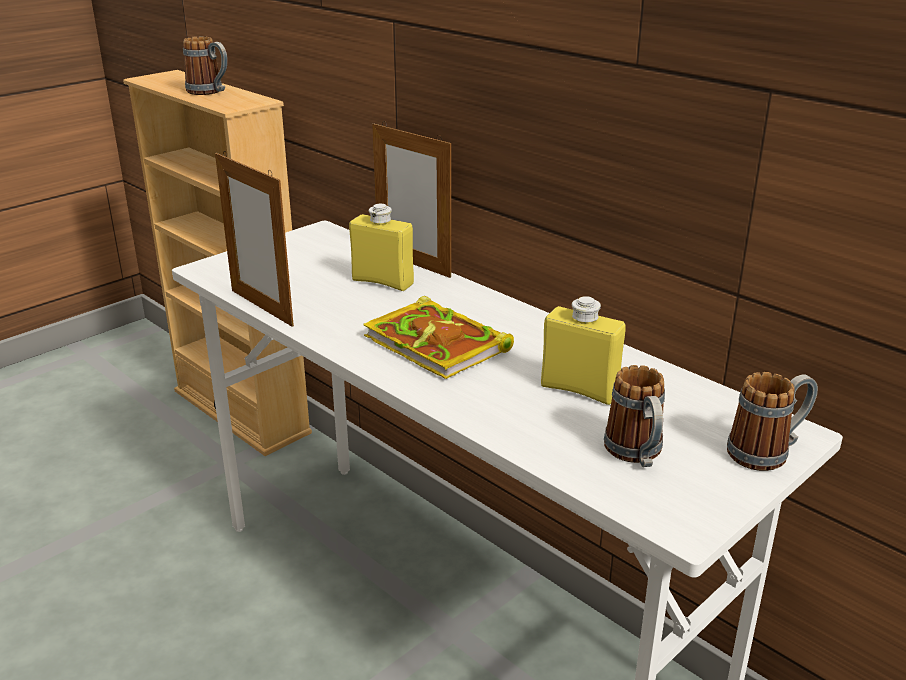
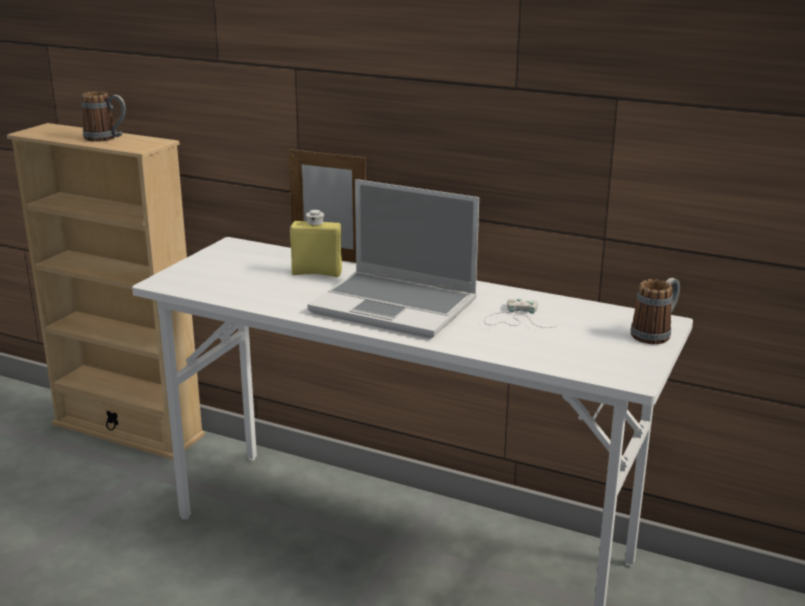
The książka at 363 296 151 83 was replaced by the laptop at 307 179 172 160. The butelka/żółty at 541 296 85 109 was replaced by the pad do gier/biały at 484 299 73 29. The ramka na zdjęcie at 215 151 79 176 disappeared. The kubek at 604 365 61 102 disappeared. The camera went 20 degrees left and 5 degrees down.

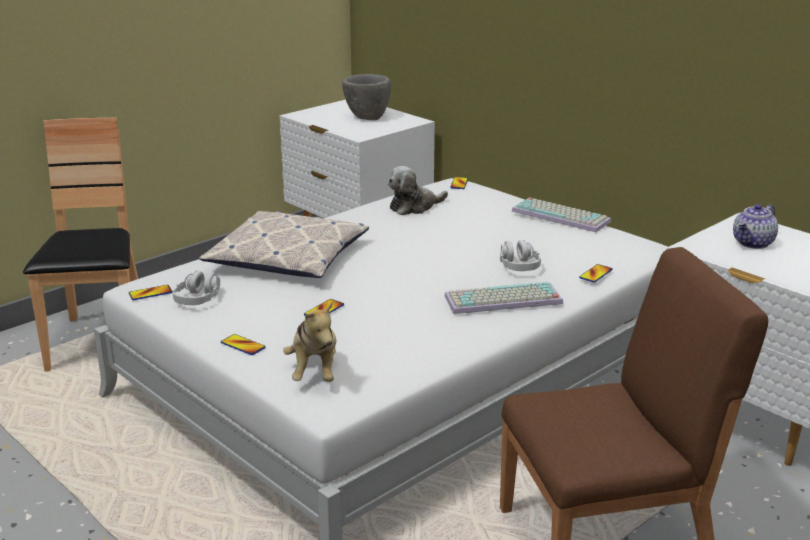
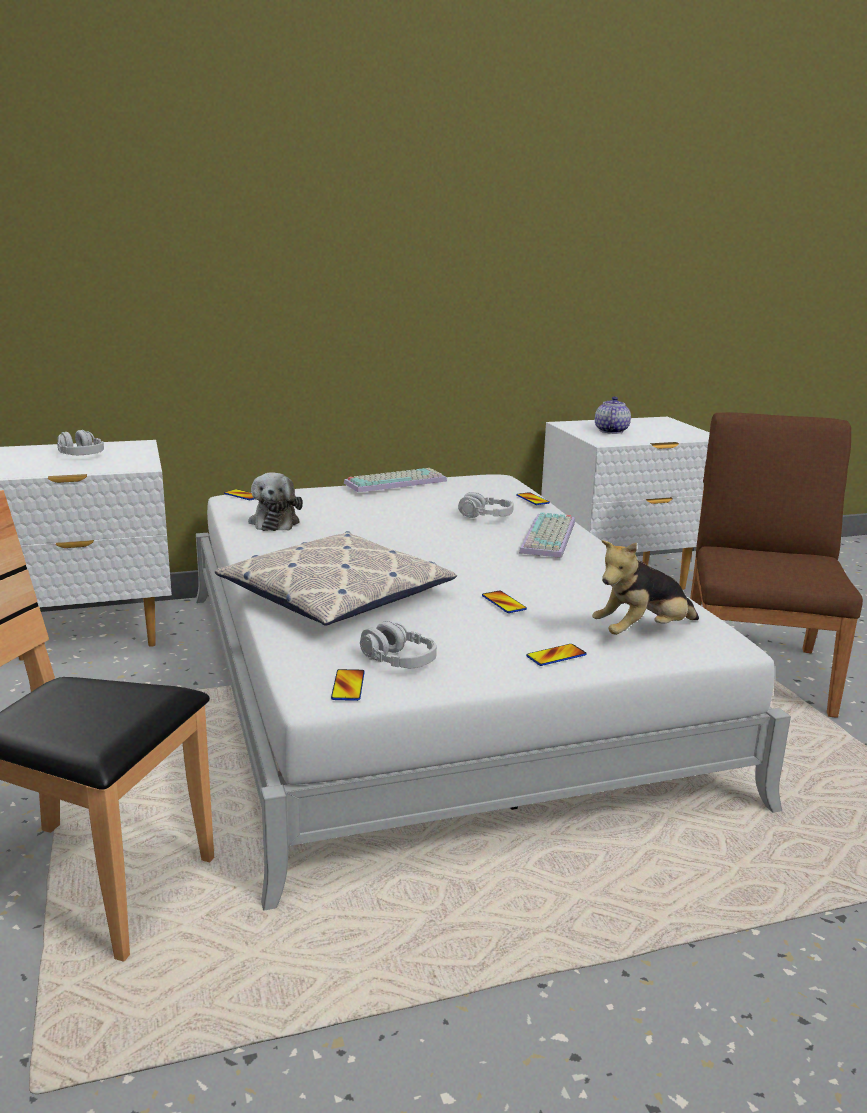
The miska/szary at 342 74 49 46 was replaced by the słuchawki/szary at 57 430 47 25. The pluszak at 283 301 53 81 turned 135 degrees clockwise. The imbryk at 733 204 45 45 turned 150 degrees counterclockwise. The camera went 65 degrees left and 5 degrees down.

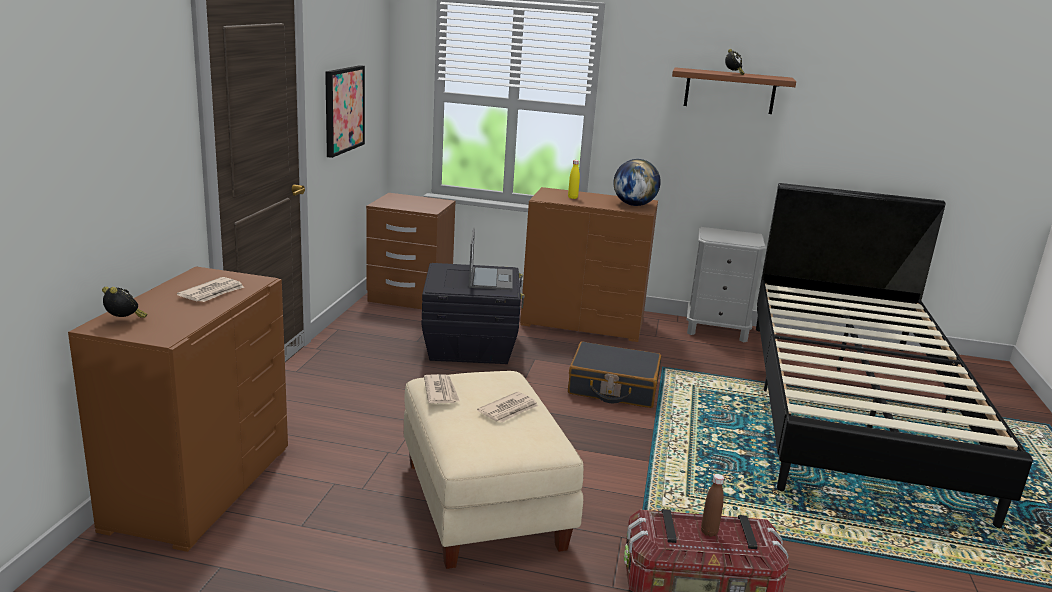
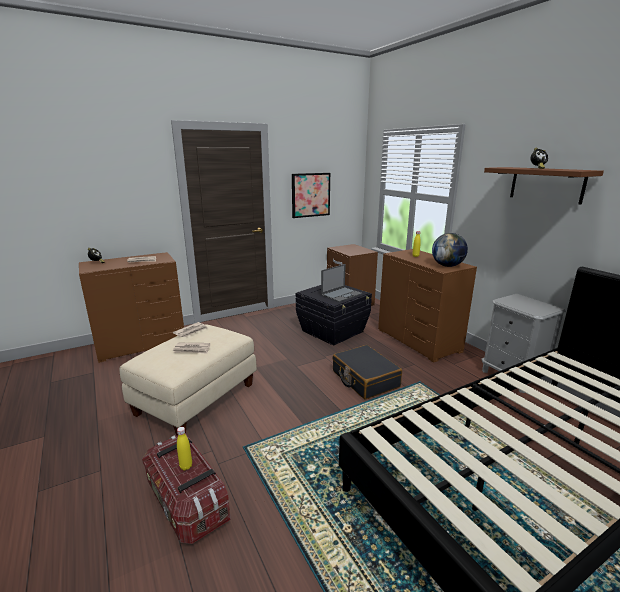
The butelka/brązowy at 701 474 23 63 became the butelka/żółty at 177 427 15 43. The camera went 50 degrees right and 0 degrees up.

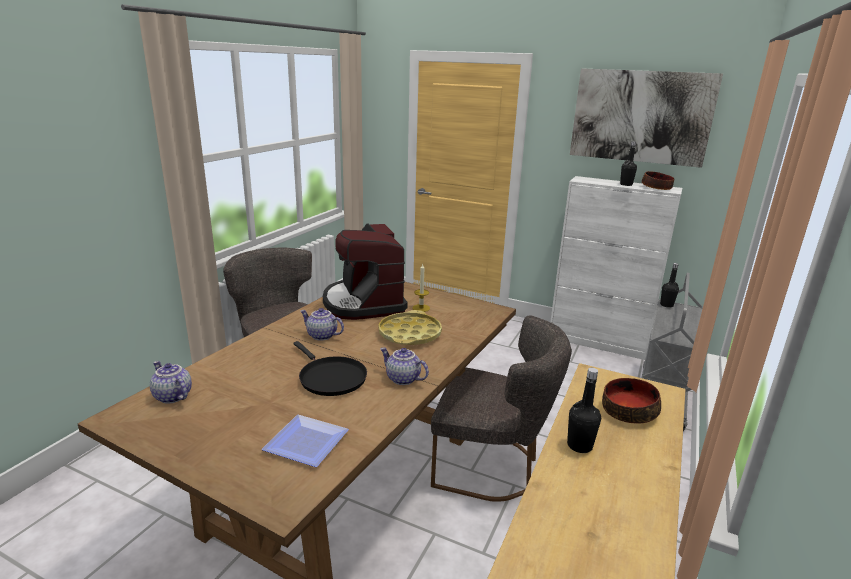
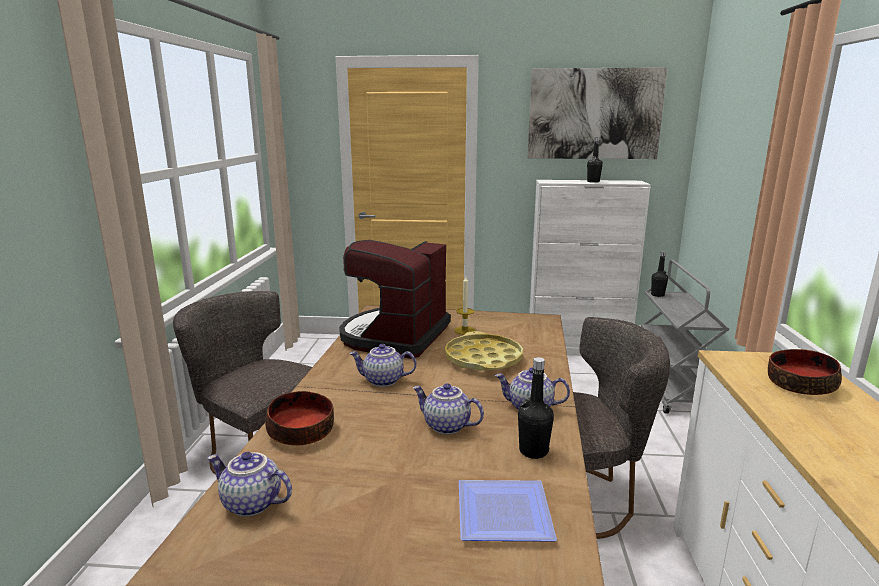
The miska moved from 642 171 32 19 to 265 391 69 55. The ekspres do kawy at 323 224 85 96 turned 60 degrees clockwise. The patelnia/czarny at 293 341 74 55 was replaced by the imbryk at 413 383 71 52. The butelka/czarny moved from 567 368 34 85 to 518 357 36 102. The camera went 20 degrees left and 5 degrees down.

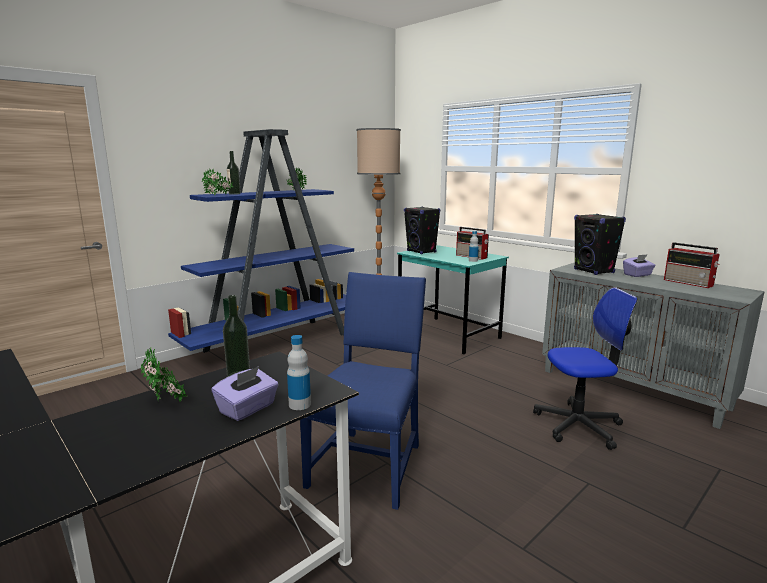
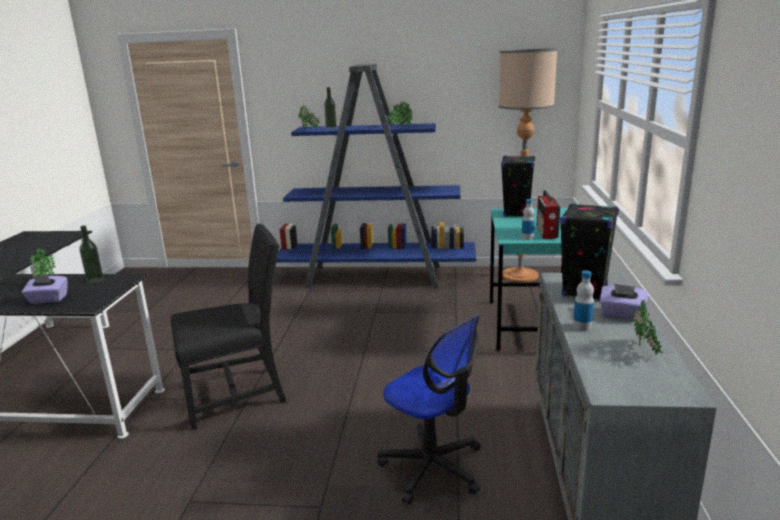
The krzesło/niebieski at 300 272 126 238 became the krzesło/czarny at 171 224 116 206. The butelka moved from 287 335 24 75 to 573 270 21 61. The radio at 664 242 56 46 was replaced by the roślina doniczkowa at 632 299 31 56. The camera went 50 degrees right and 5 degrees up.

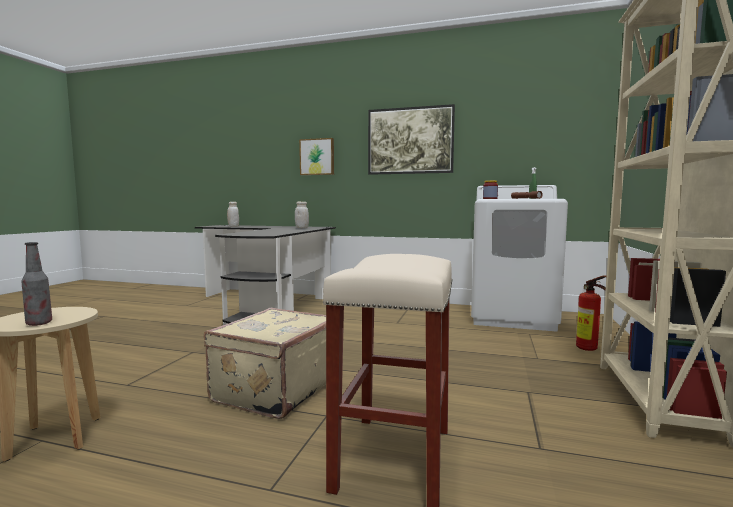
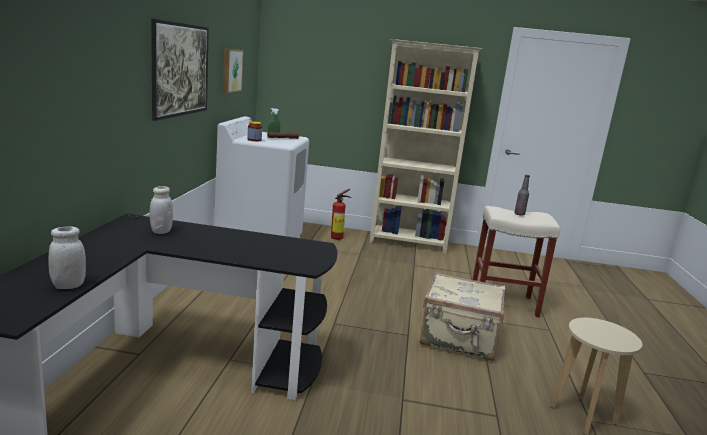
The obraz moved from 299 138 35 37 to 223 49 21 44. The butelka moved from 21 242 31 84 to 514 175 16 41. The camera went 100 degrees left and 10 degrees up.

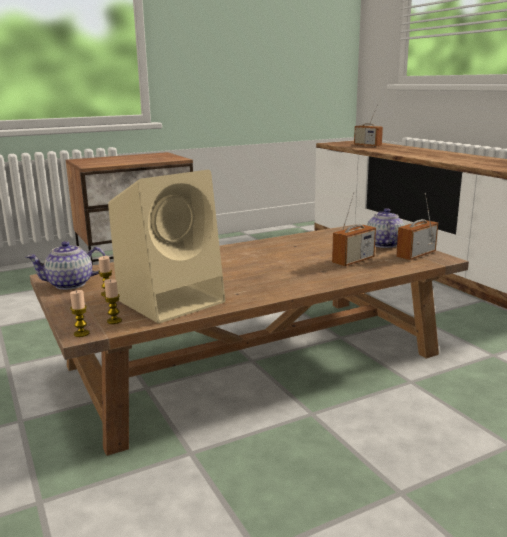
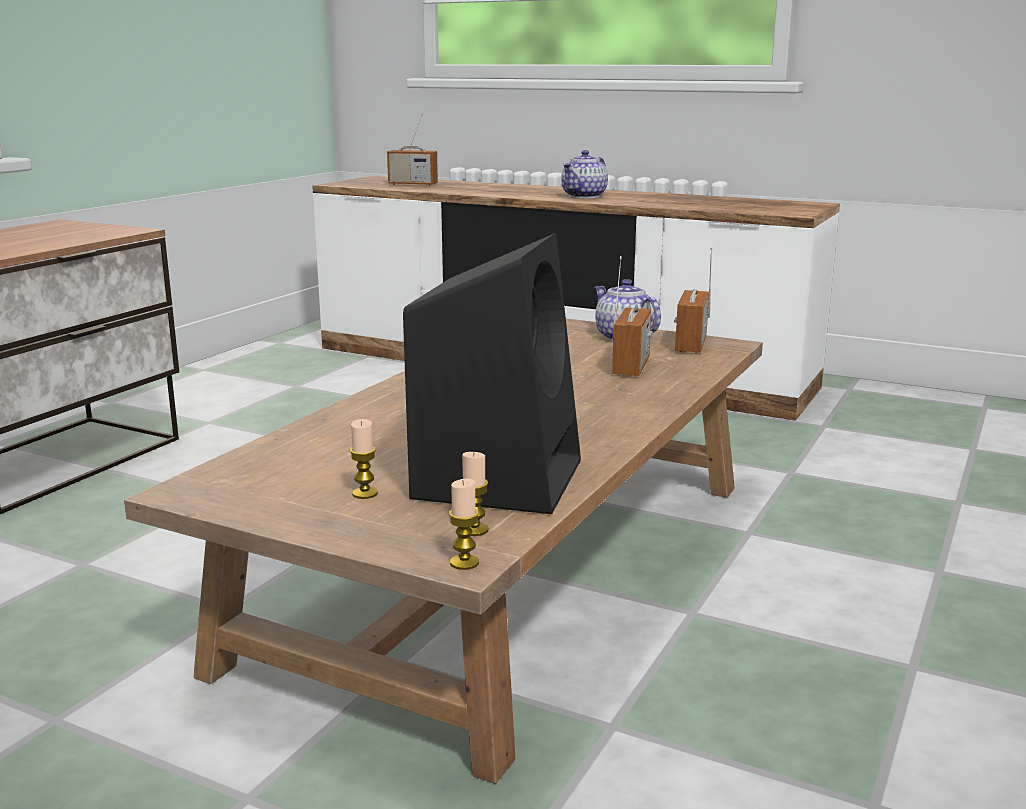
The głośnik/beżowy at 108 170 117 153 became the głośnik/czarny at 403 233 178 281. The imbryk moved from 26 241 80 49 to 561 150 47 48. The camera went 35 degrees left and 0 degrees up.

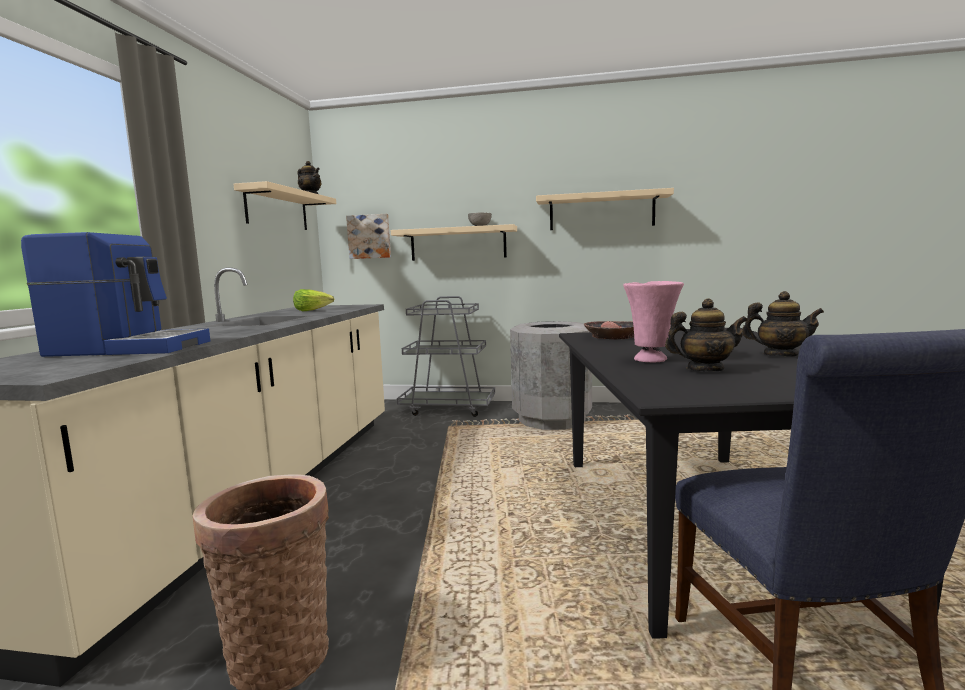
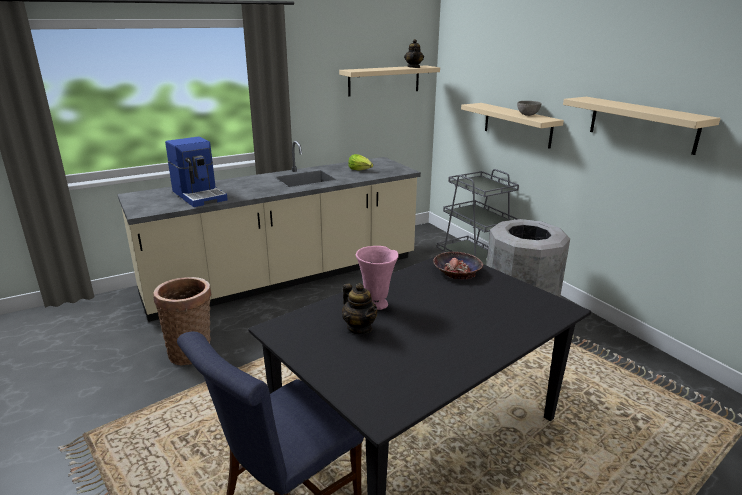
The obraz at 346 214 45 45 disappeared. The imbryk at 742 291 82 66 disappeared. The camera went 50 degrees right and 15 degrees up.

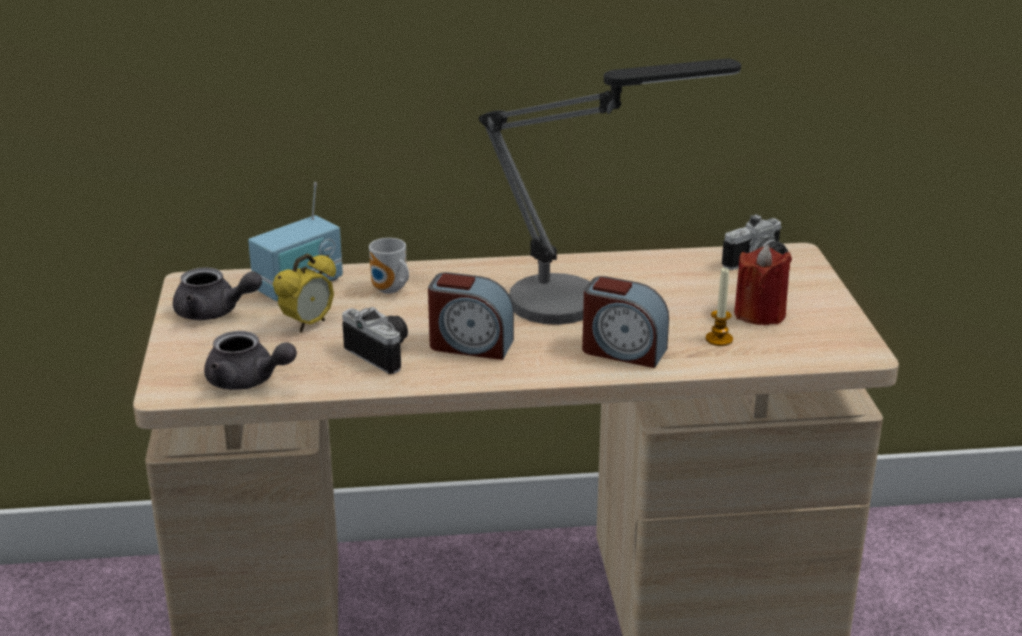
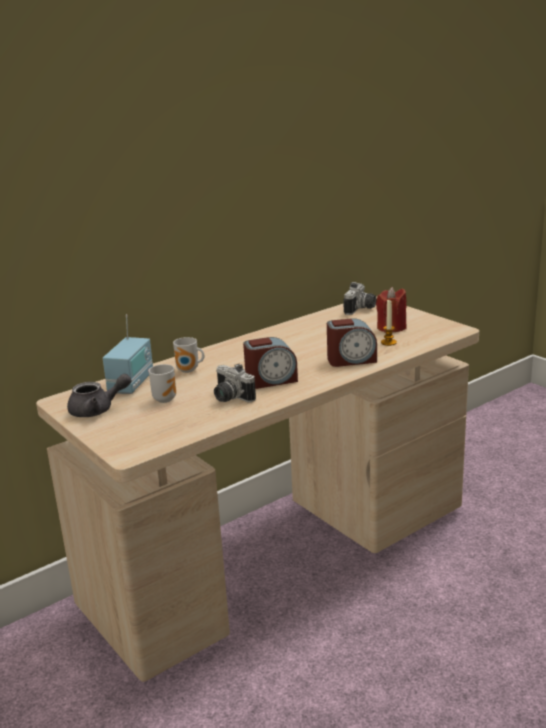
The budzik at 273 254 63 79 was replaced by the kubek at 149 364 27 39. The aparat fotograficzny at 342 307 66 67 turned 150 degrees counterclockwise. The imbryk/szary at 204 331 93 59 disappeared. The lampa stołowa at 479 58 262 267 disappeared. The camera went 30 degrees left and 5 degrees down.

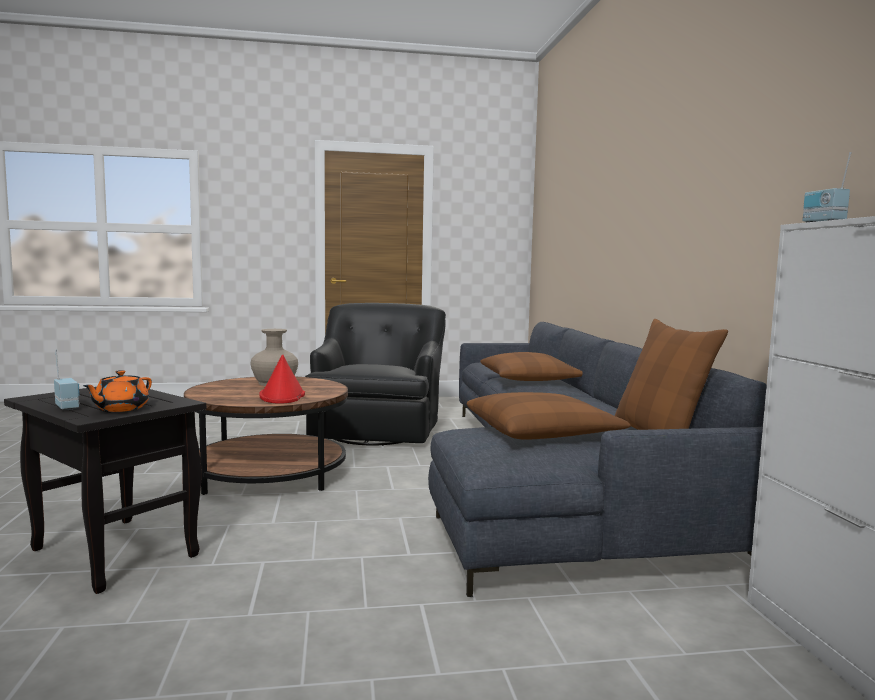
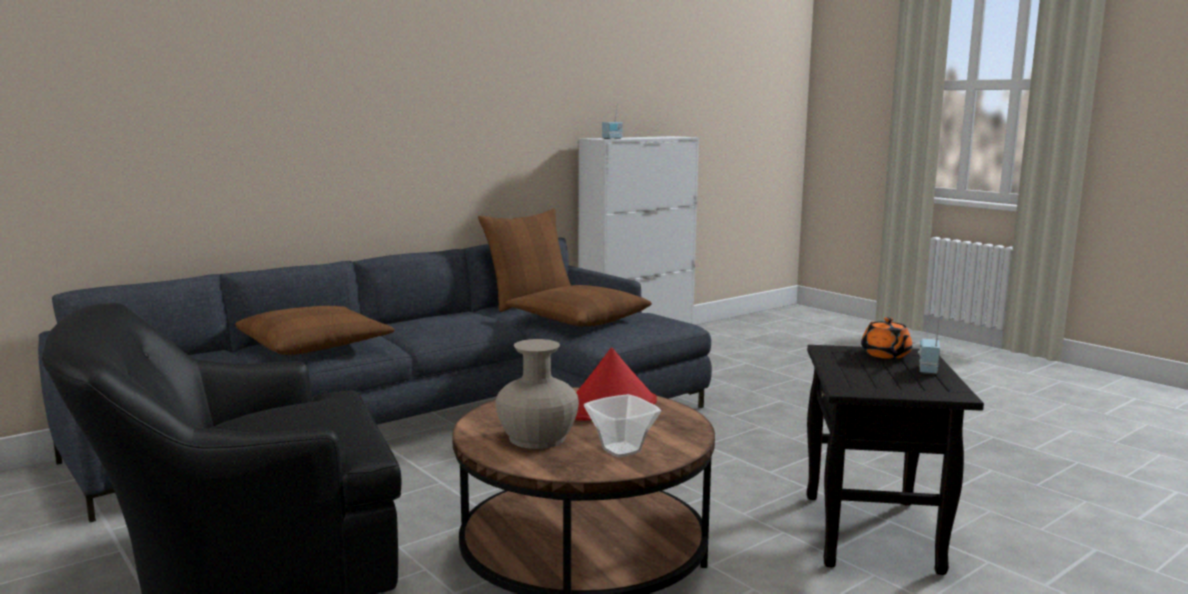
The miska at 584 394 77 63 appeared. The imbryk/pomarańczowy at 83 370 69 42 turned 90 degrees clockwise. The camera went 120 degrees left and 5 degrees up.

